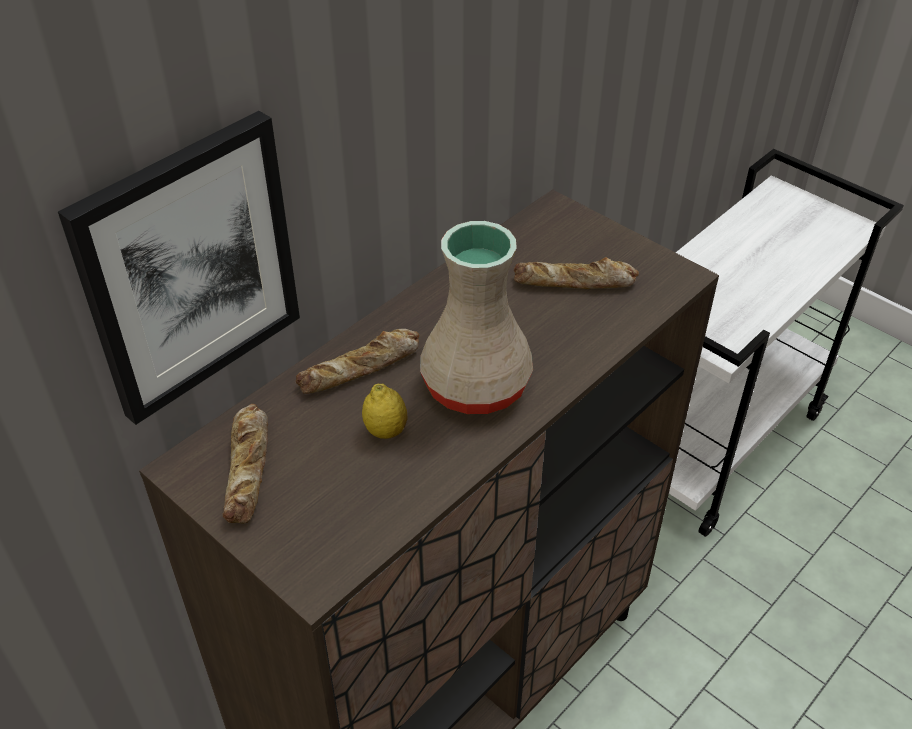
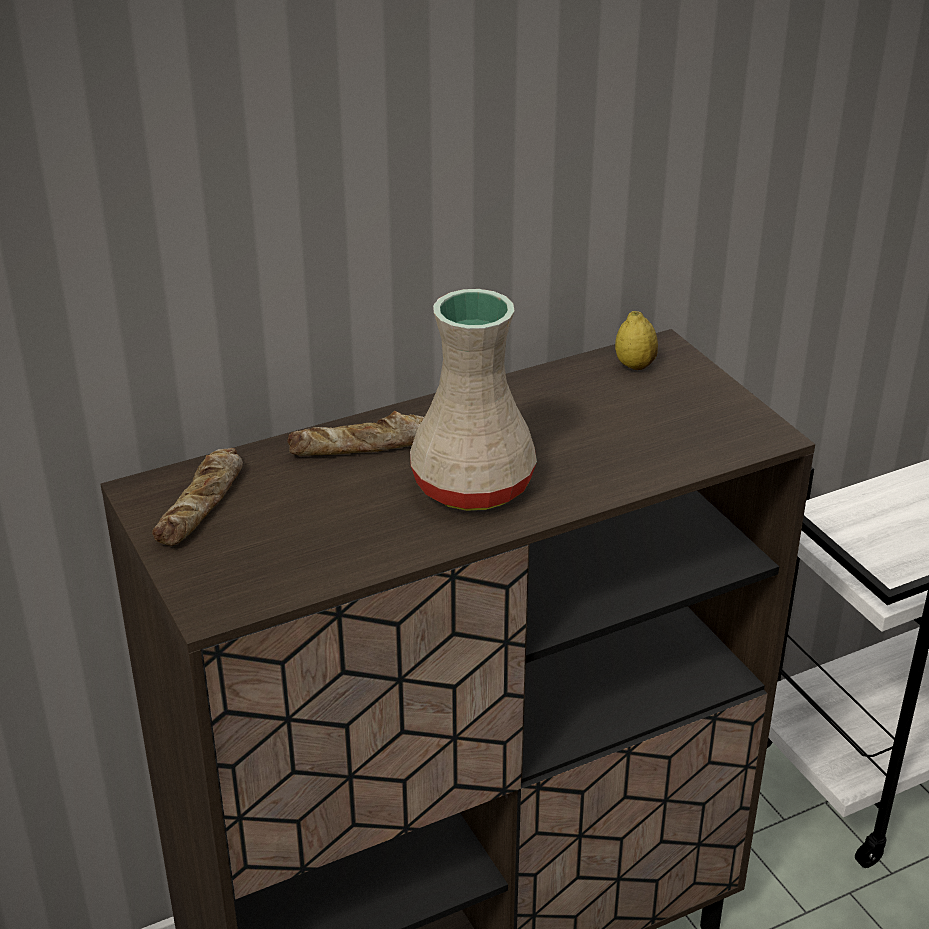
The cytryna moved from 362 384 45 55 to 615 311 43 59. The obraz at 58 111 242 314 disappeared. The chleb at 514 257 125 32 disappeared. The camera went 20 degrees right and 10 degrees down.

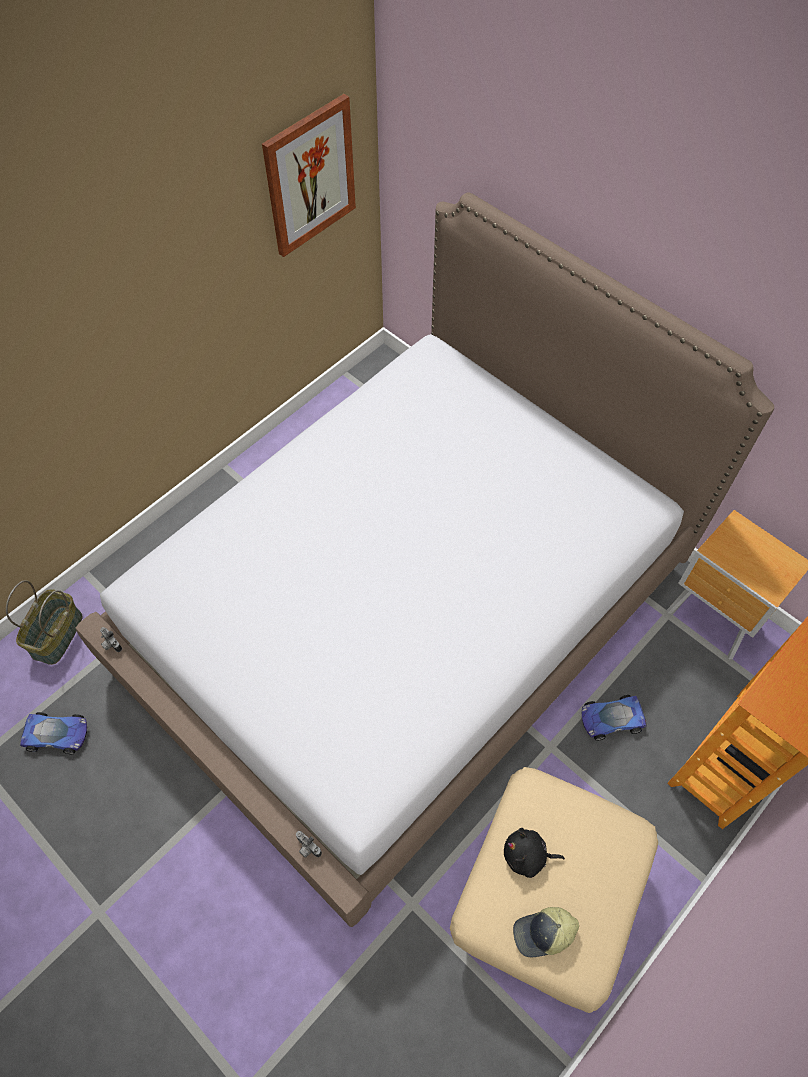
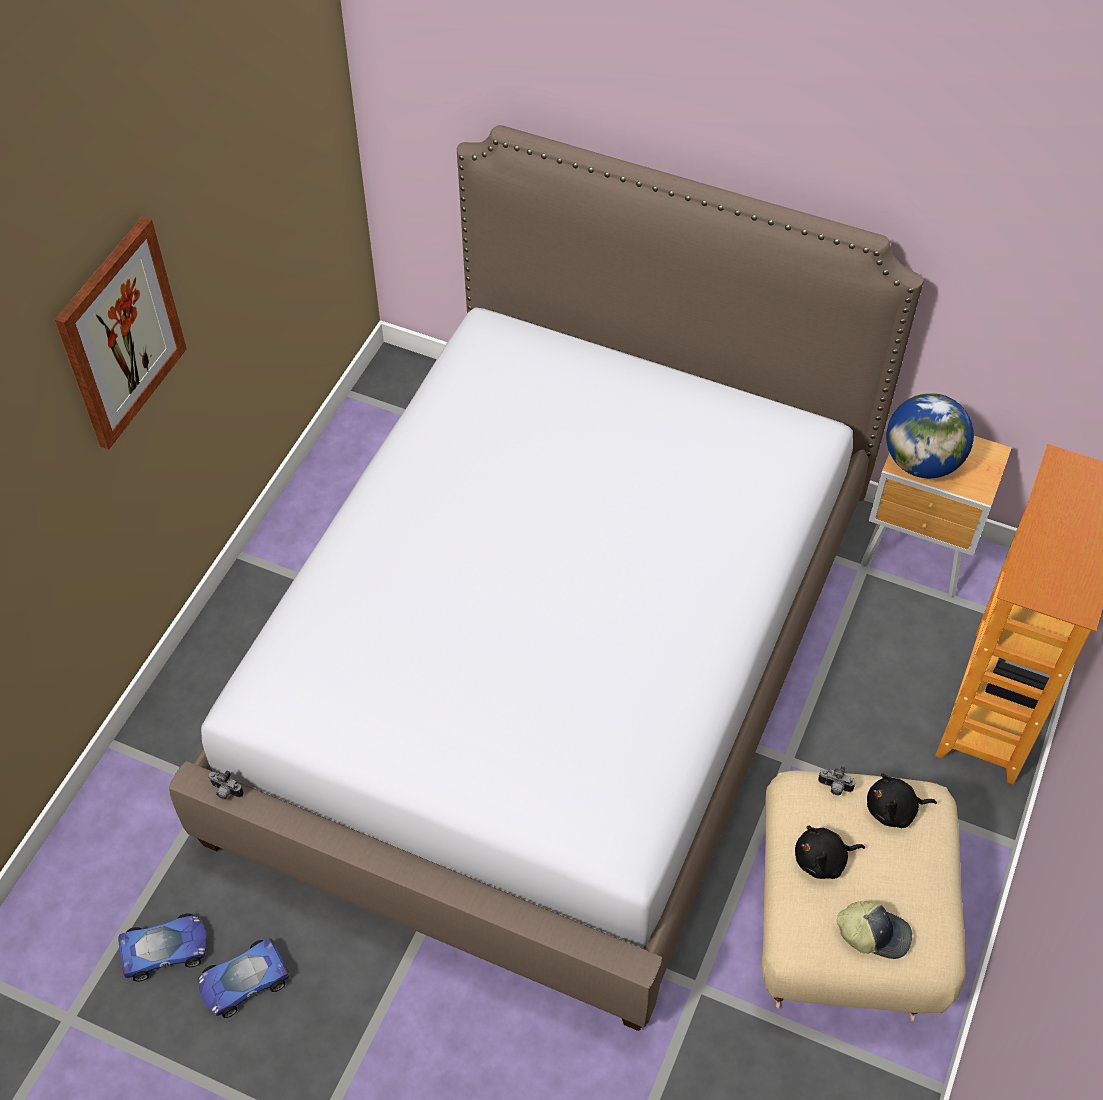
The obraz moved from 262 94 94 163 to 55 216 132 234. The samochodzik moved from 582 695 65 46 to 198 938 92 80. The aparat fotograficzny moved from 295 831 27 27 to 818 766 38 29. The czapka z daszkiem at 513 907 66 50 turned 135 degrees counterclockwise. The pluszak/czarny at 867 773 70 55 appeared. The globus at 886 393 88 85 appeared. The koszyk at 6 580 76 85 disappeared. The camera went 20 degrees left and 5 degrees down.

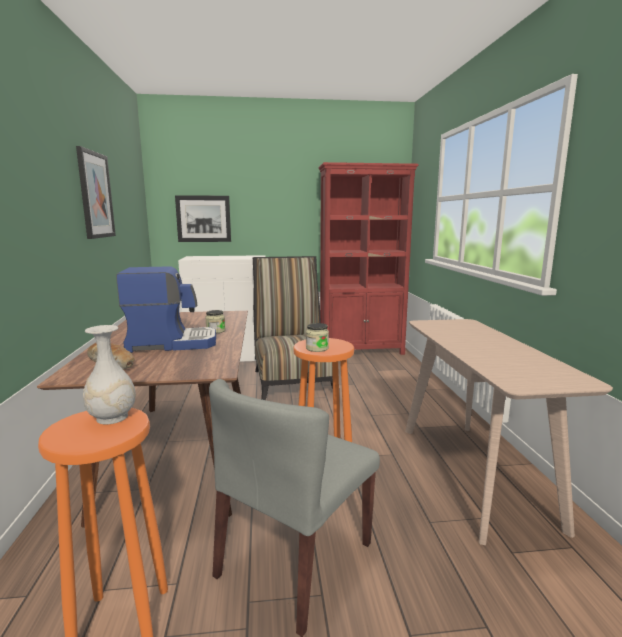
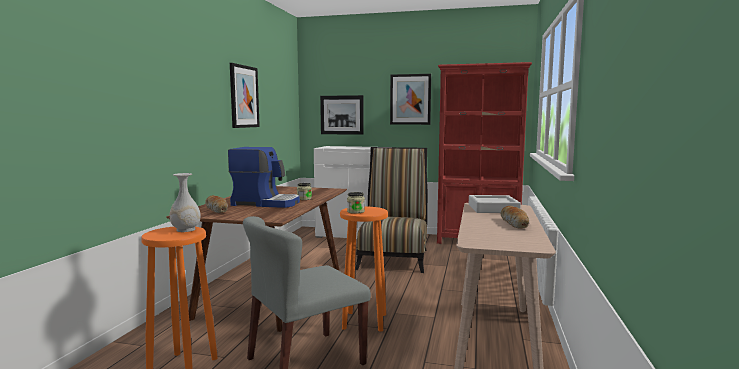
The obraz at 390 74 41 51 appeared. The taca/szary at 469 195 52 18 appeared. The chleb at 501 206 28 23 appeared. The camera went 20 degrees right and 5 degrees down.

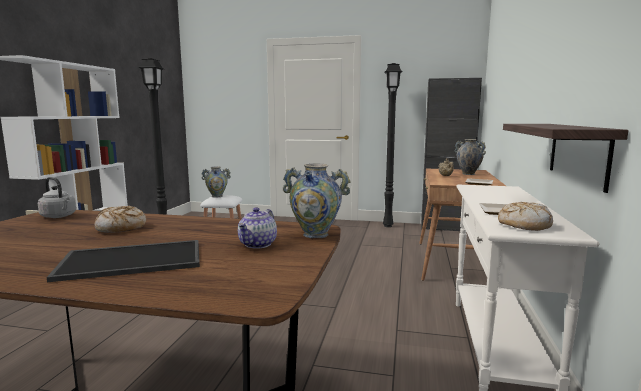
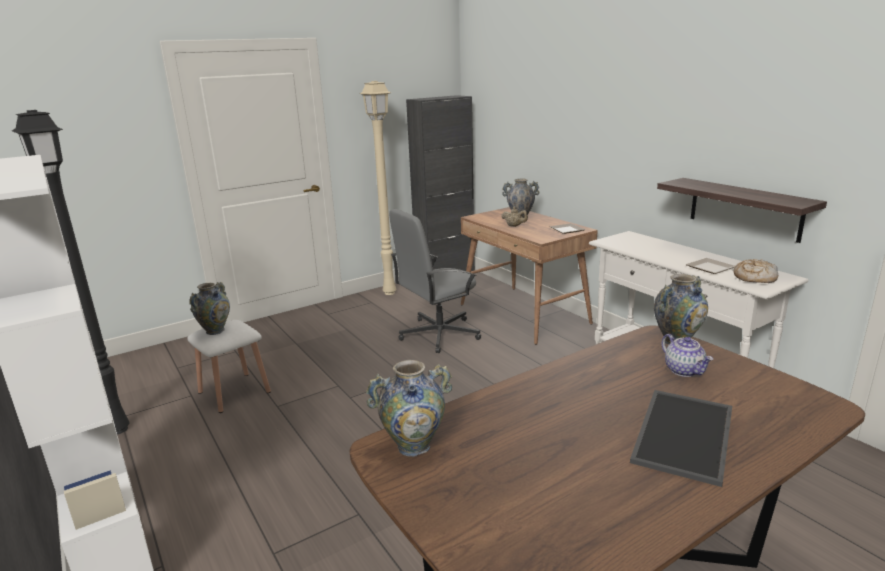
The lampa stojąca/czarny at 383 63 19 164 became the lampa stojąca/beżowy at 360 81 36 214. The czajnik/szary at 38 177 38 41 was replaced by the wazon at 366 360 86 97. The krzesło biurowe/szary at 389 209 92 144 appeared. The chleb at 95 205 51 28 disappeared. The camera went 45 degrees left and 10 degrees up.

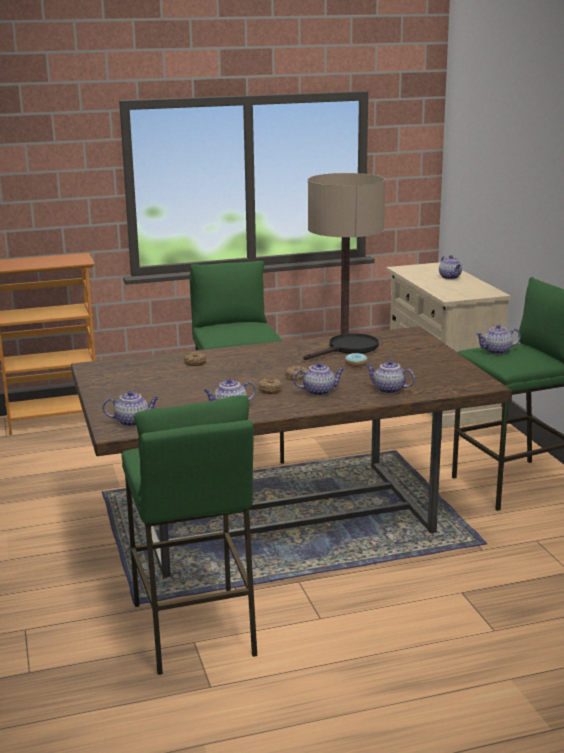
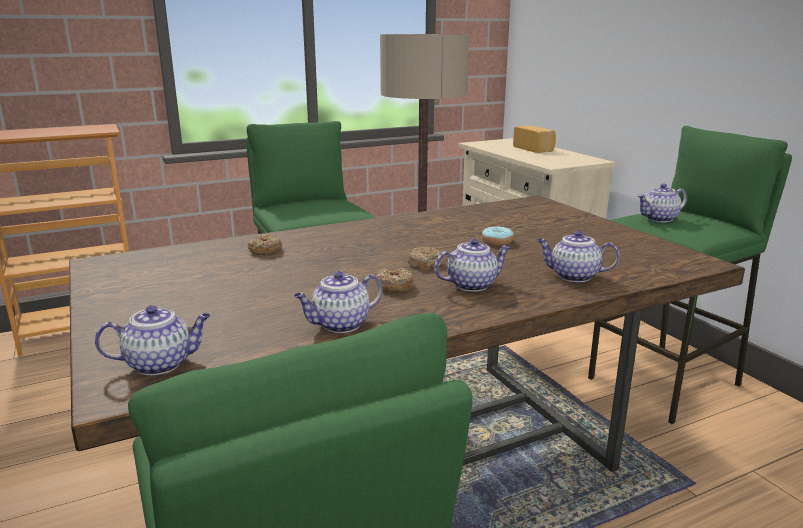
The imbryk at 439 255 23 24 was replaced by the chleb at 513 125 43 28. The patelnia/czarny at 304 333 75 27 disappeared. The camera went 10 degrees left and 0 degrees up.

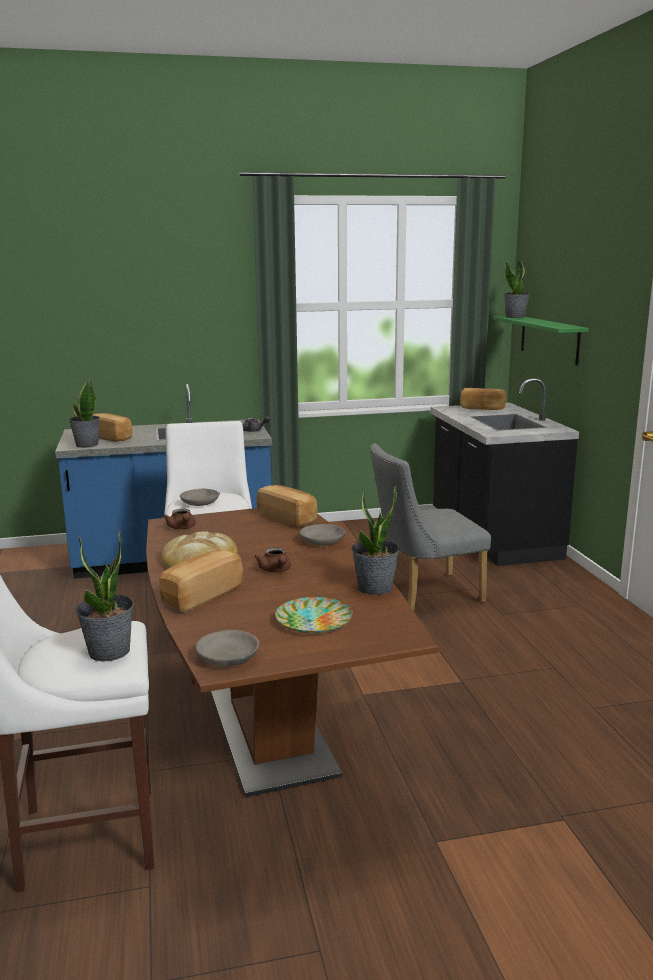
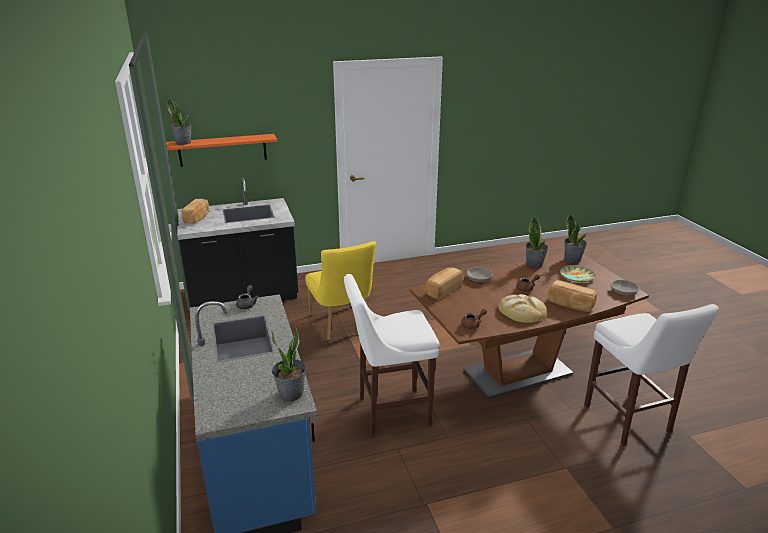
The półka/zielony at 493 316 96 49 became the półka/pomarańczowy at 166 134 111 33. The krzesło/szary at 370 443 121 168 became the krzesło/żółty at 305 241 71 99. The roślina doniczkowa moved from 76 531 58 131 to 564 213 23 50. The chleb at 93 413 39 29 disappeared. The miska/szary at 180 489 40 17 disappeared. The camera went 95 degrees left and 10 degrees up.

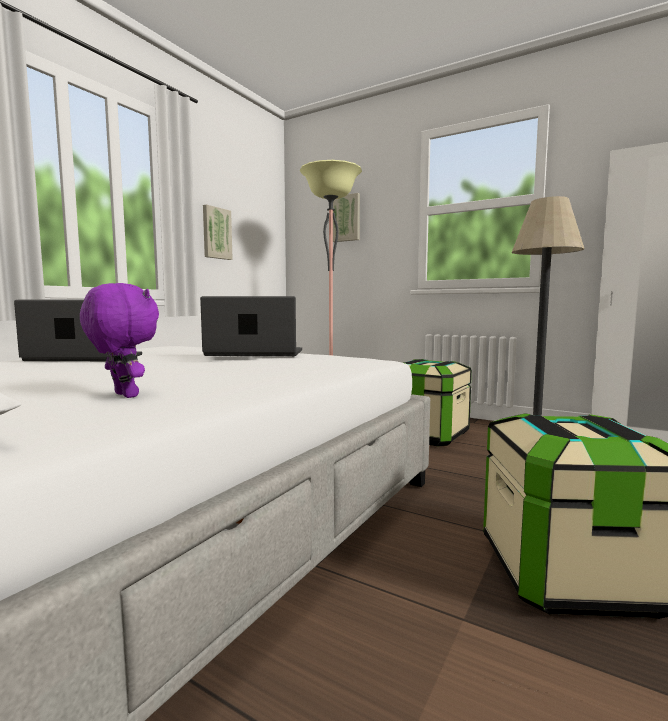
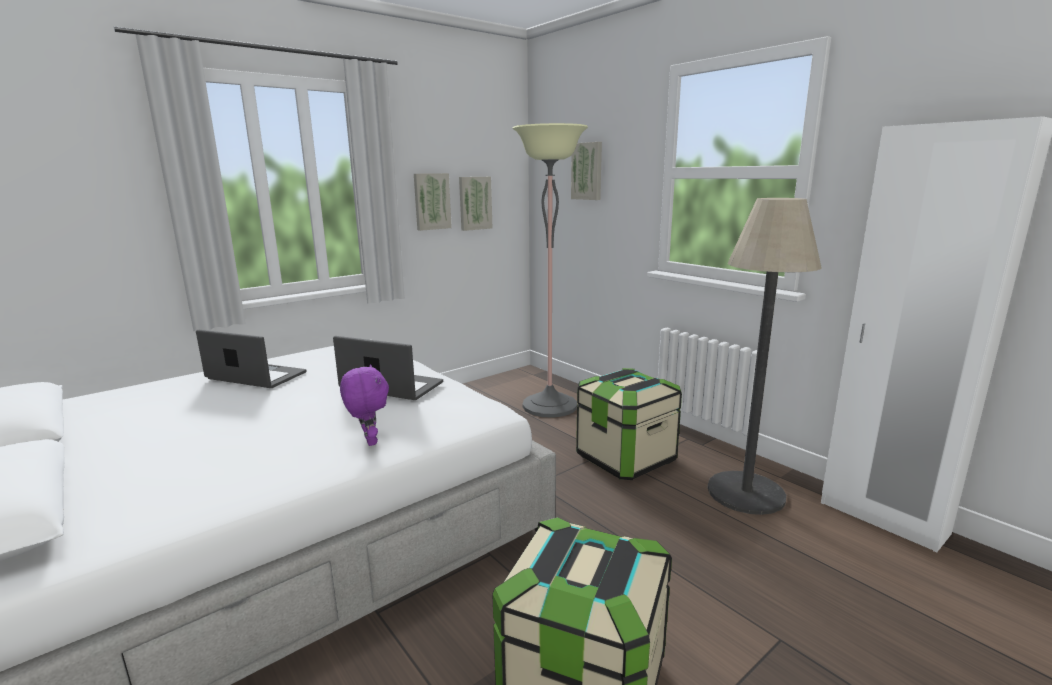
The pluszak/fioletowy moved from 80 283 79 115 to 340 365 49 81. The obraz at 459 177 33 54 appeared. The camera went 20 degrees right and 10 degrees up.

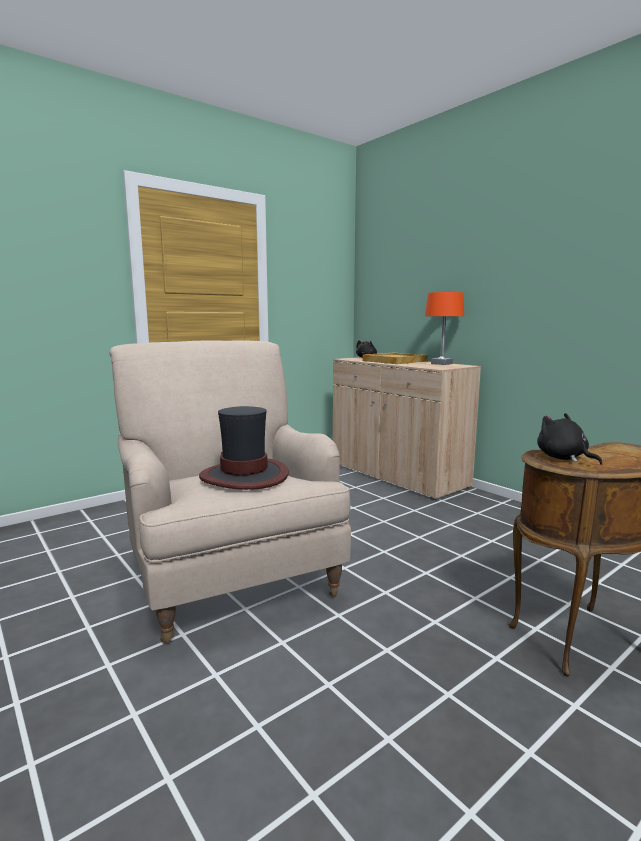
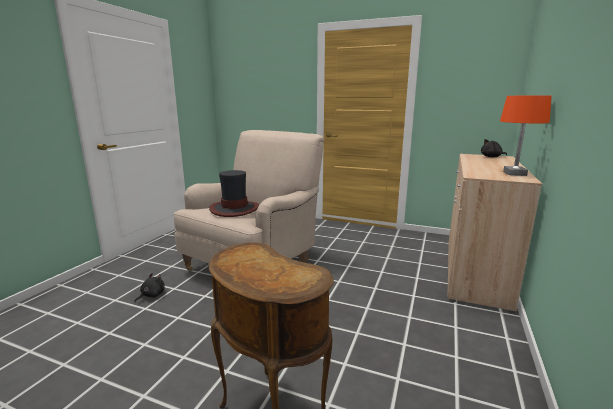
The pluszak/czarny moved from 537 413 66 52 to 134 273 31 30. The taca/beżowy at 362 353 66 11 disappeared. The camera went 60 degrees right and 5 degrees up.

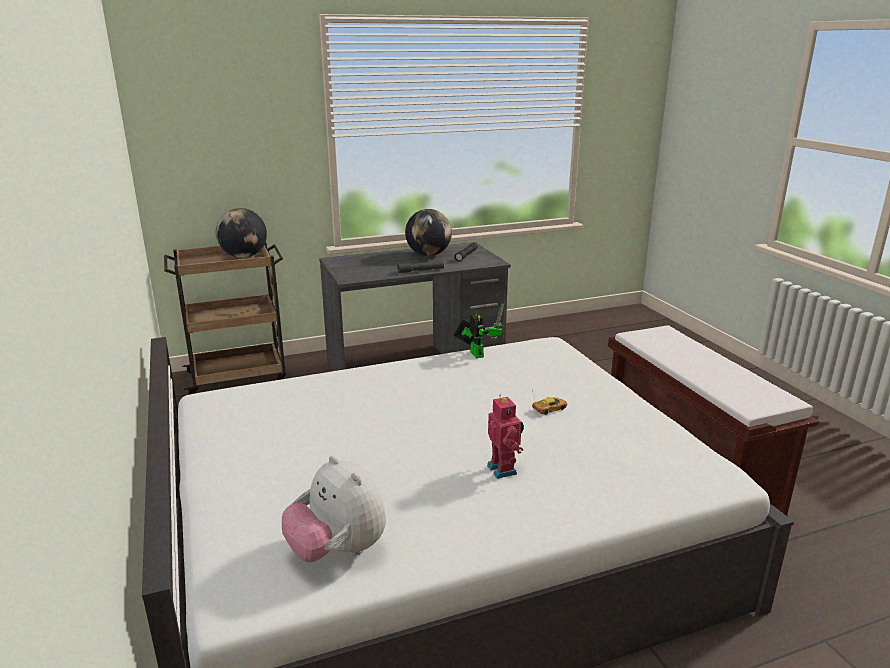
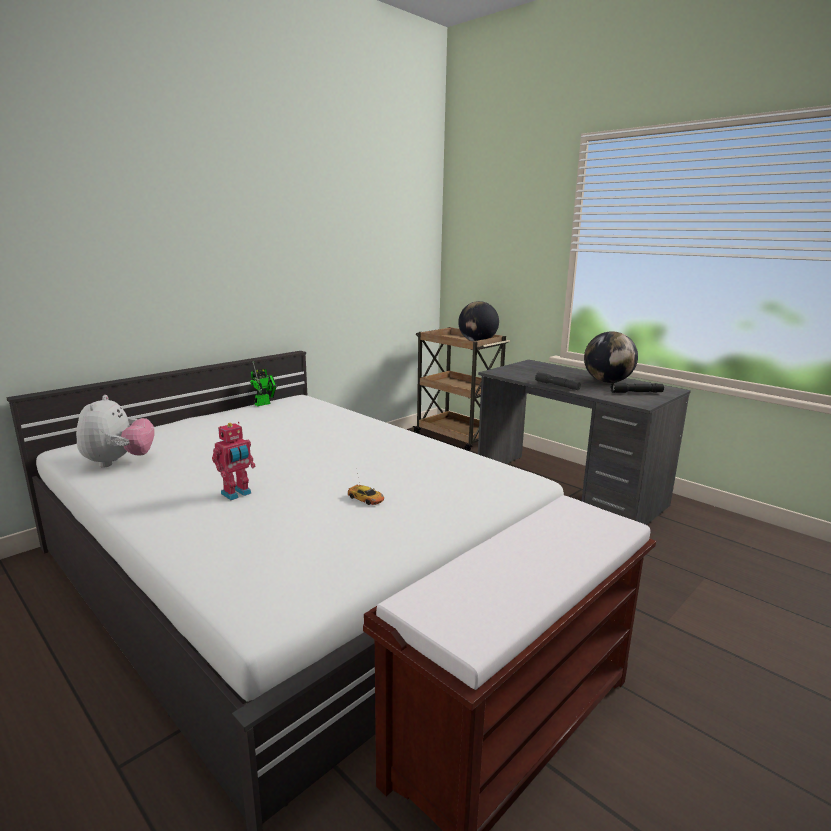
The pluszak at 282 455 104 107 turned 150 degrees clockwise. The robot zabawkowy moved from 453 303 51 55 to 250 361 27 45. The camera went 65 degrees right and 5 degrees down.

